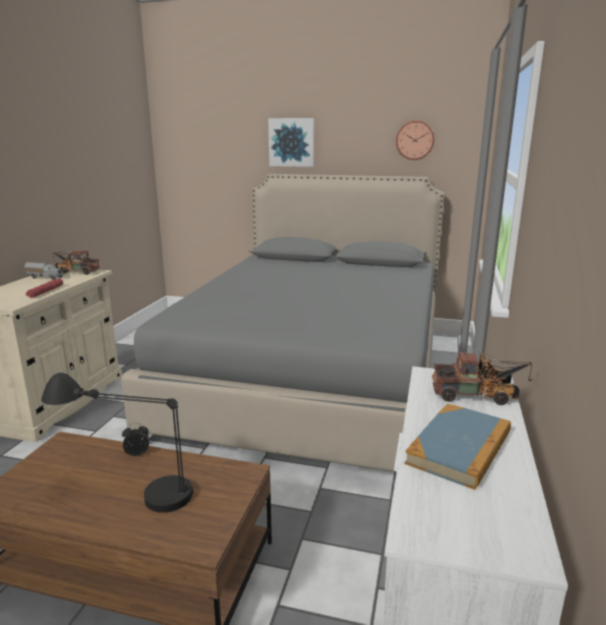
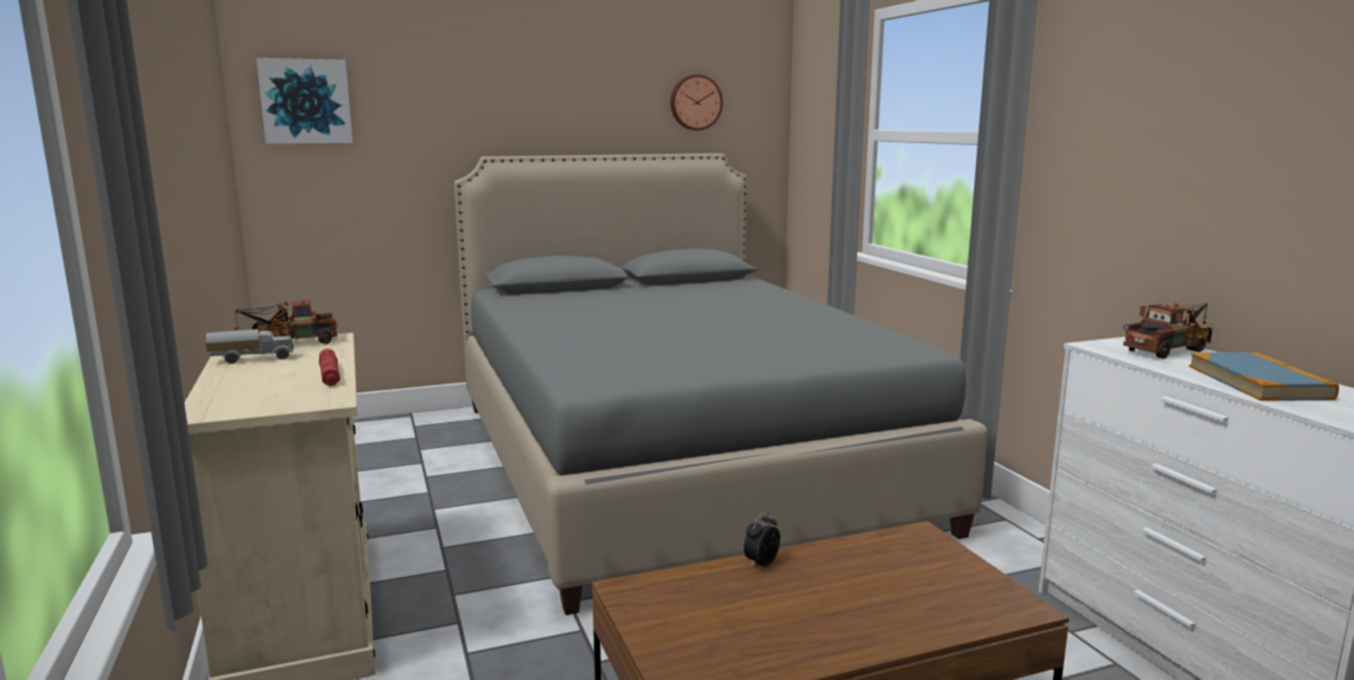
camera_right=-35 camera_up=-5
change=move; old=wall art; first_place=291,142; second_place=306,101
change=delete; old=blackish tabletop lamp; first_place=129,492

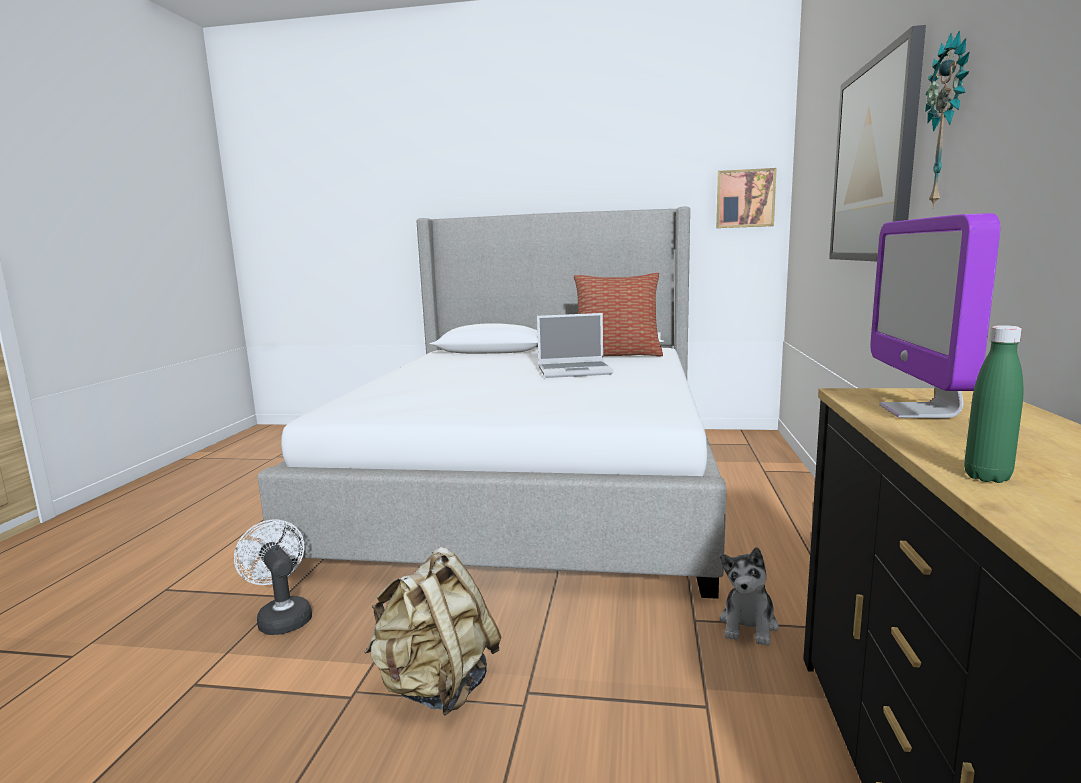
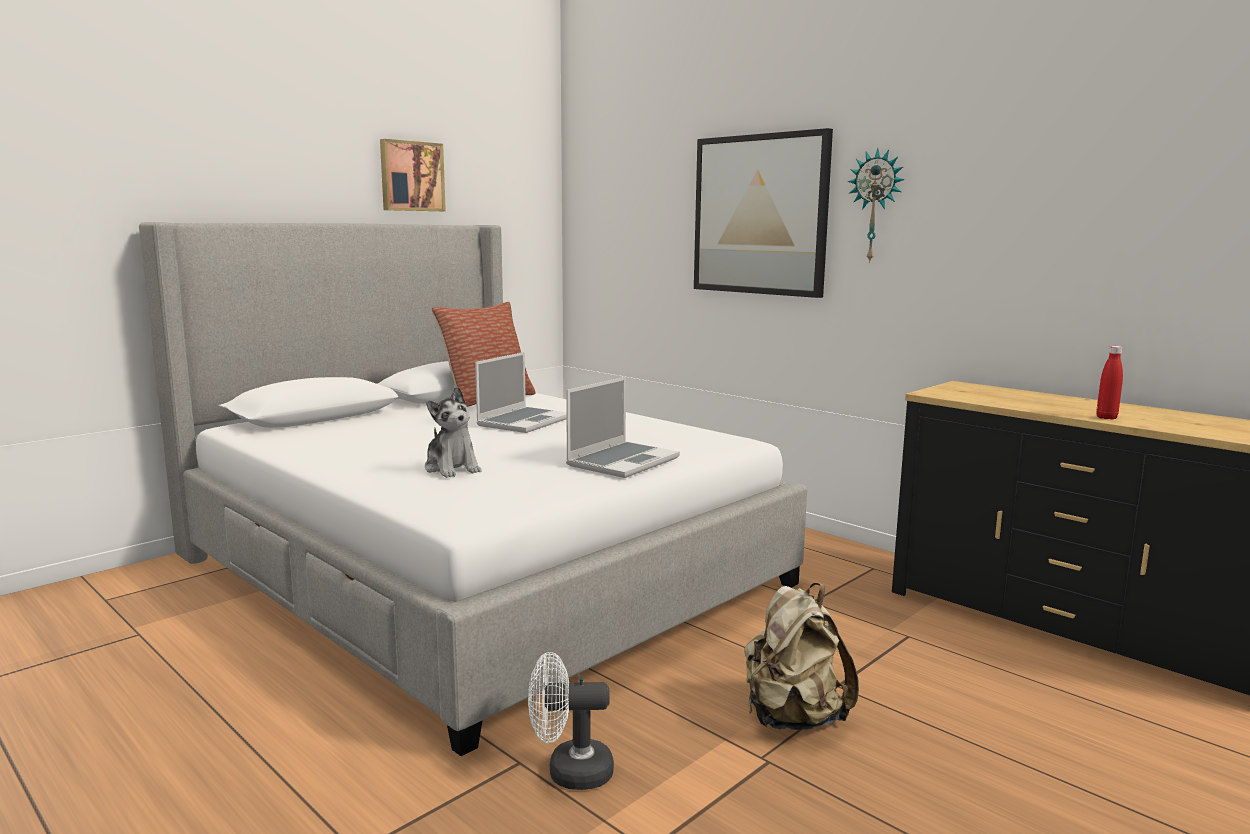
camera_right=-55 camera_up=0
change=move; old=wall art; first_place=745,198; second_place=411,176
change=delete; old=computer screen; first_place=918,412
change=recolor; old=greenish drink bottle; new=red drink bottle; first_place=987,477; second_place=1106,418
change=move; old=soft toy; first_place=748,625; second_place=452,468
change=insert; new=portable computer; second_place=623,461

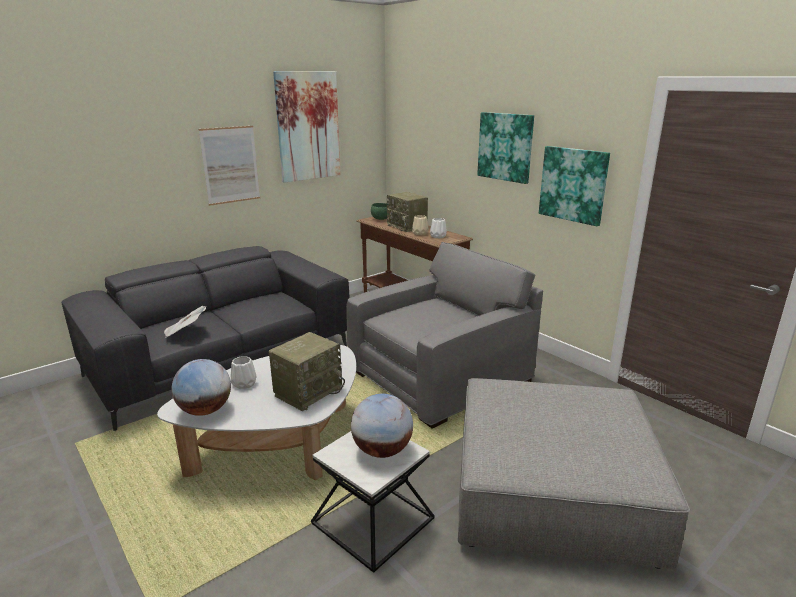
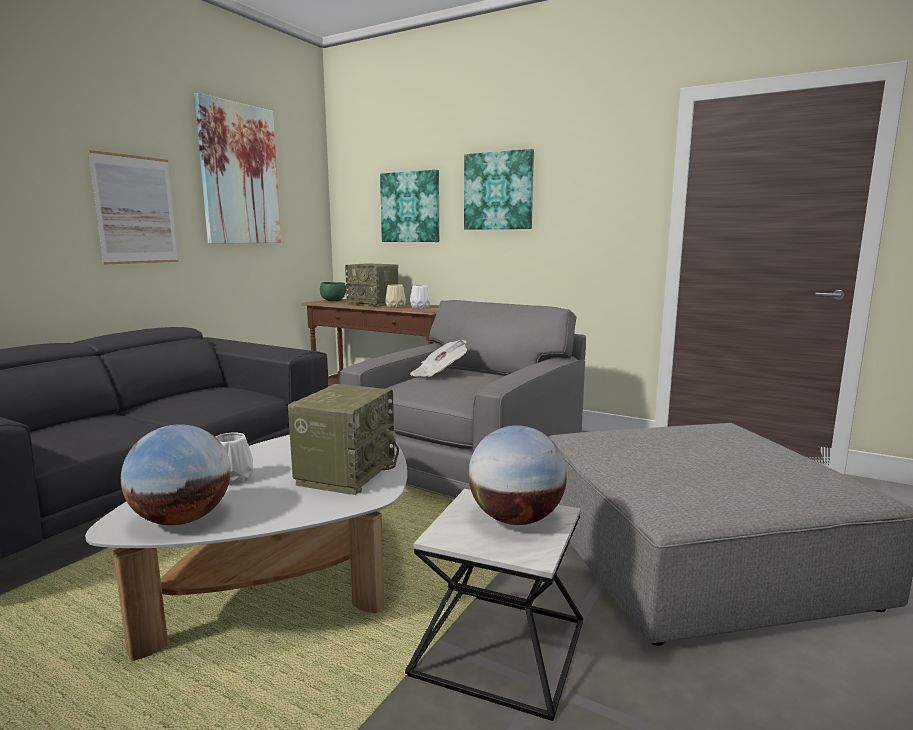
camera_right=-20 camera_up=-10
change=move; old=wall art; first_place=573,184; second_place=410,207
change=move; old=newspaper; first_place=185,332; second_place=439,374

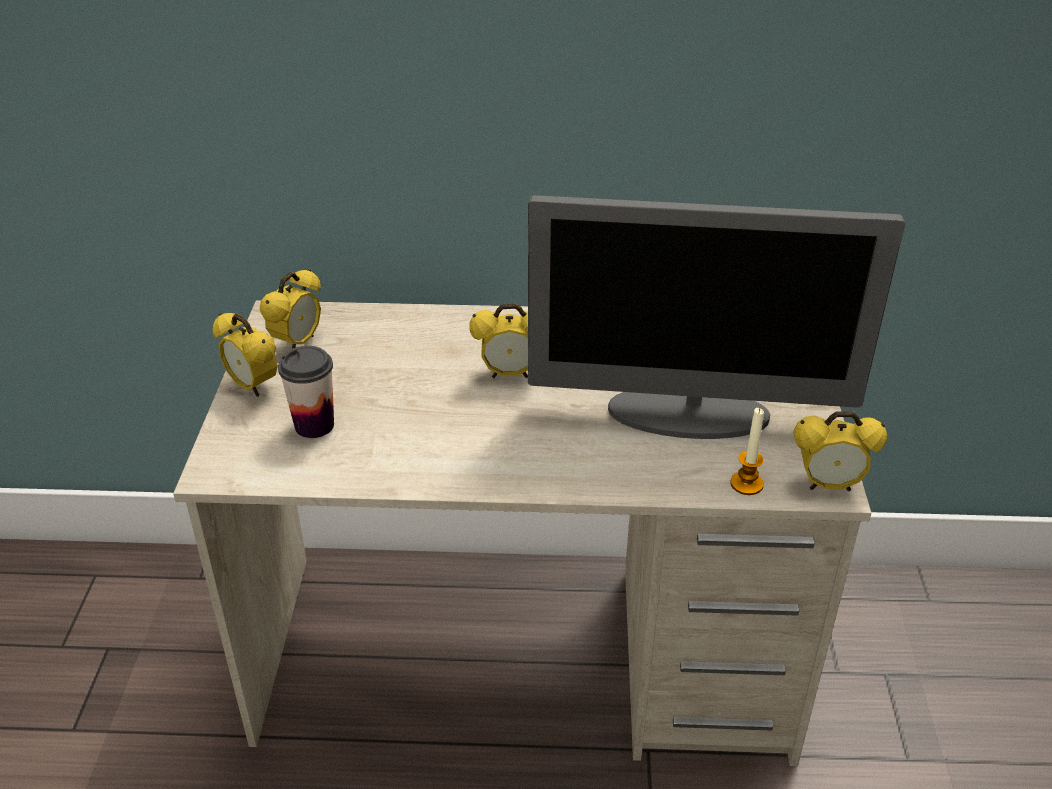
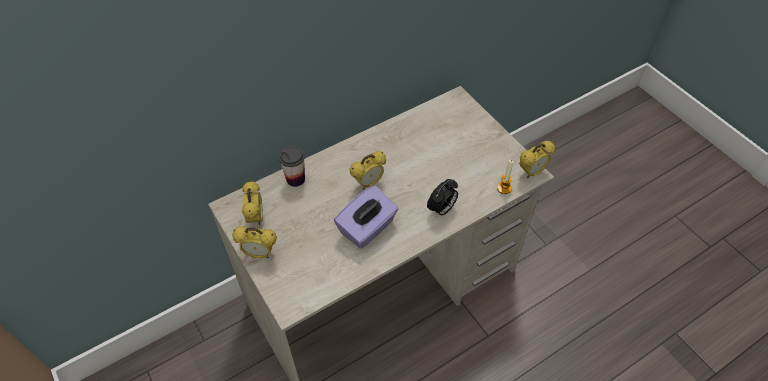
camera_right=-35 camera_up=15
change=delete; old=computer screen; first_place=689,414
change=move; old=cup; first_place=314,425; second_place=295,179
change=insert; new=alarm clock; second_place=441,209
change=insert; new=purple-coloured tissue holder; second_place=367,228

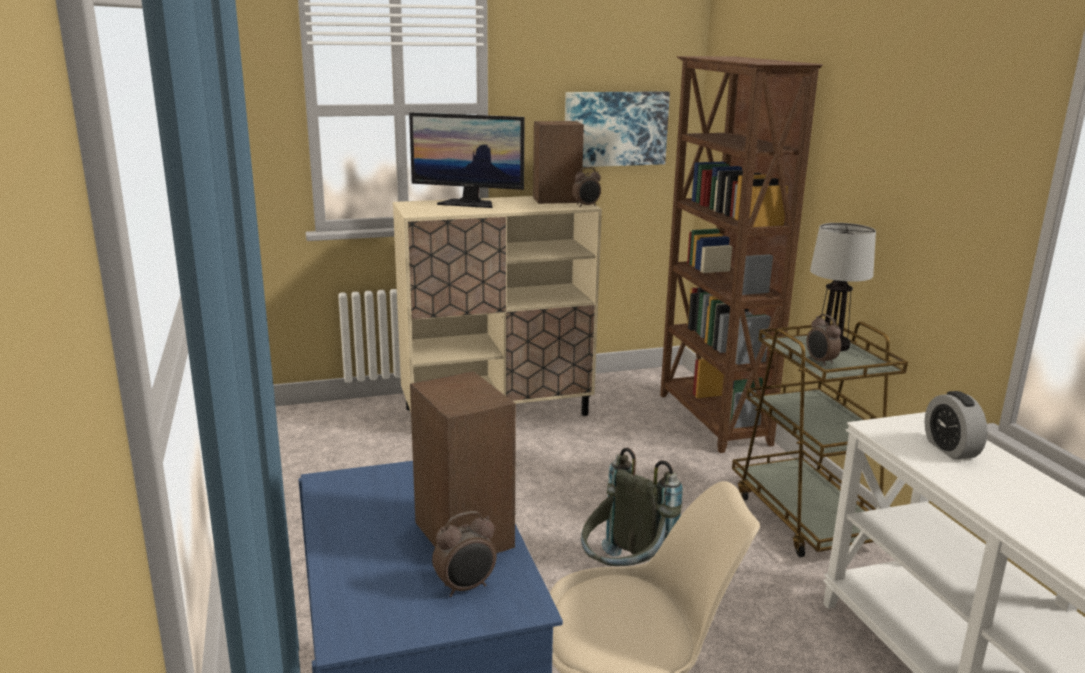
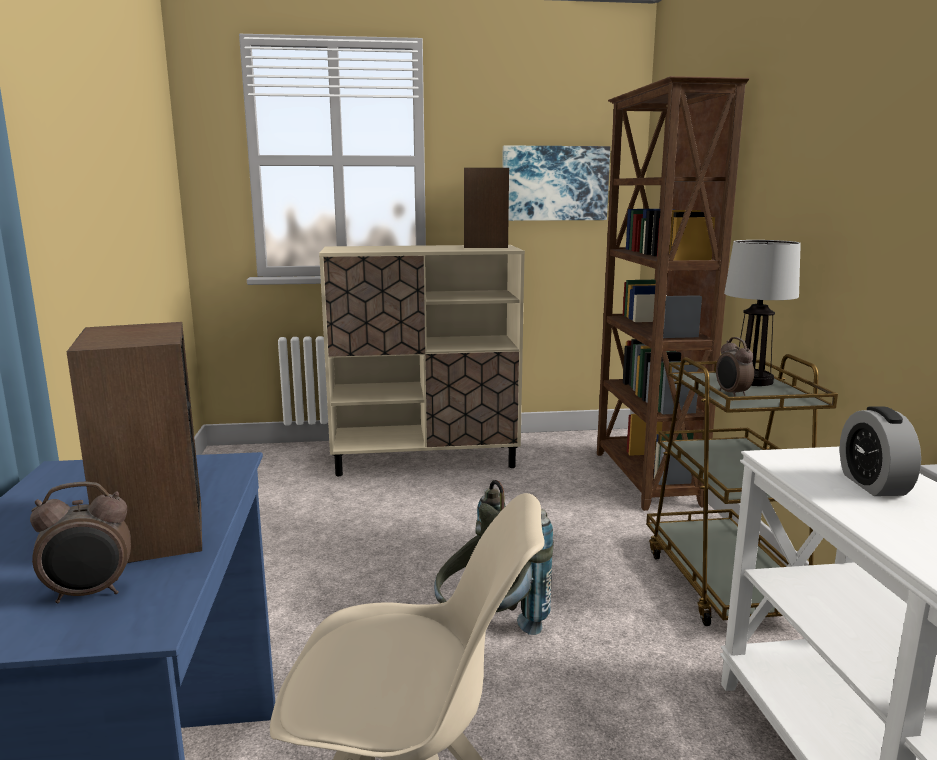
camera_right=10 camera_up=-5
change=delete; old=computer screen; first_place=468,203
change=delete; old=alarm clock; first_place=586,206

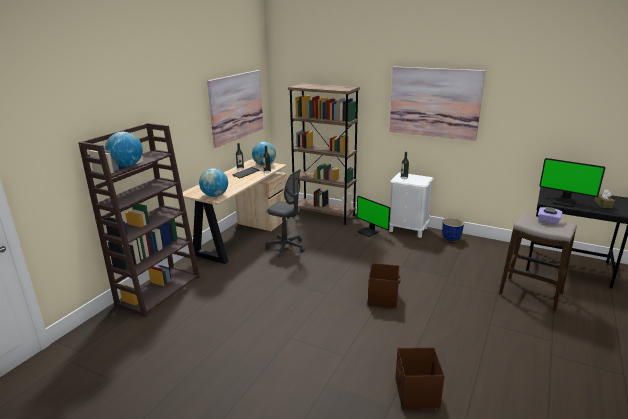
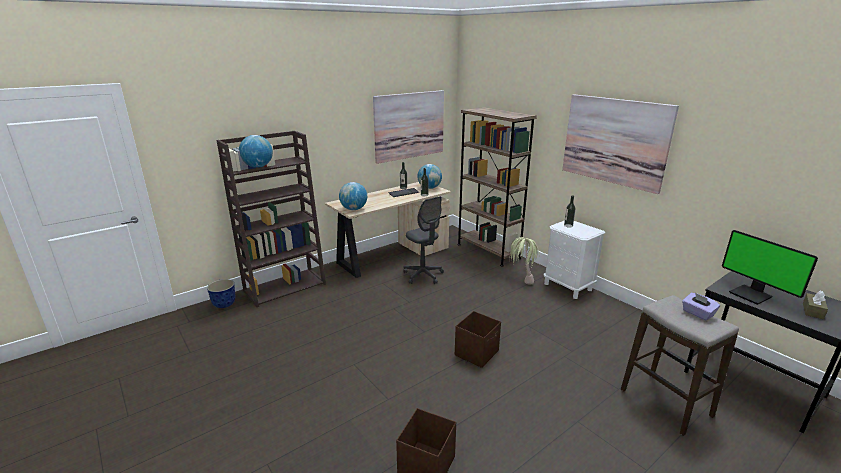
camera_right=25 camera_up=0
change=replace; old=computer screen; new=potted plant; first_place=369,232; second_place=521,279
change=move; old=planter; first_place=451,238; second_place=224,304

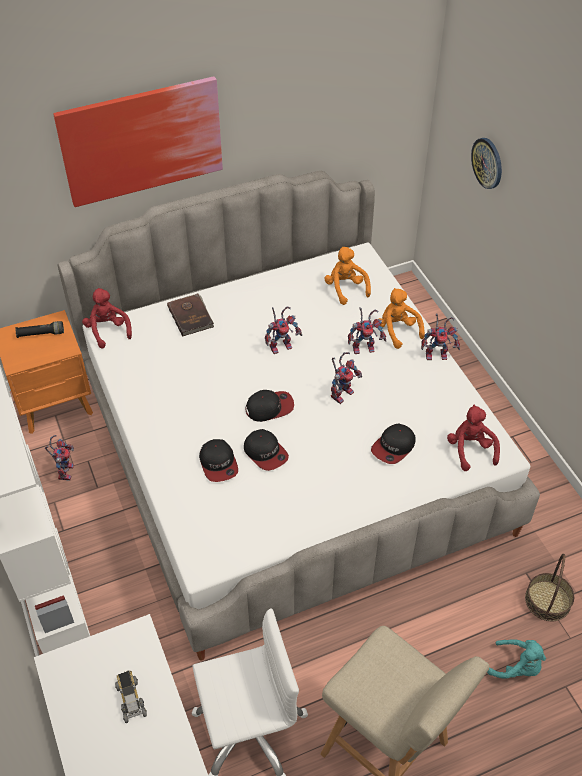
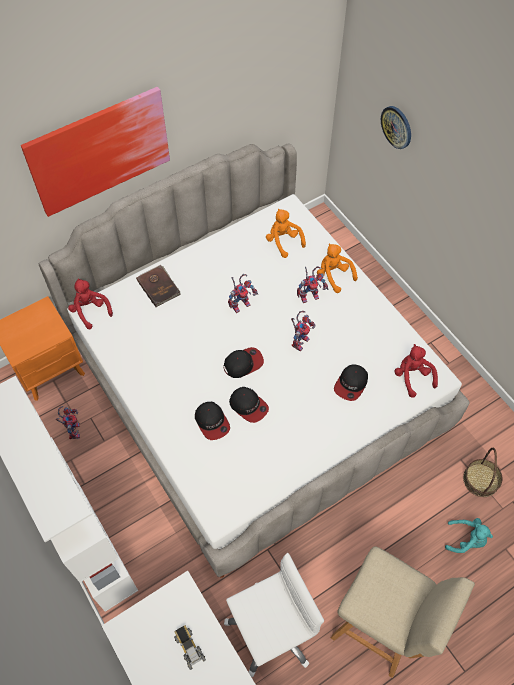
camera_right=-10 camera_up=10
change=delete; old=model robot; first_place=438,353
change=delete; old=blackish hand torch; first_place=41,334

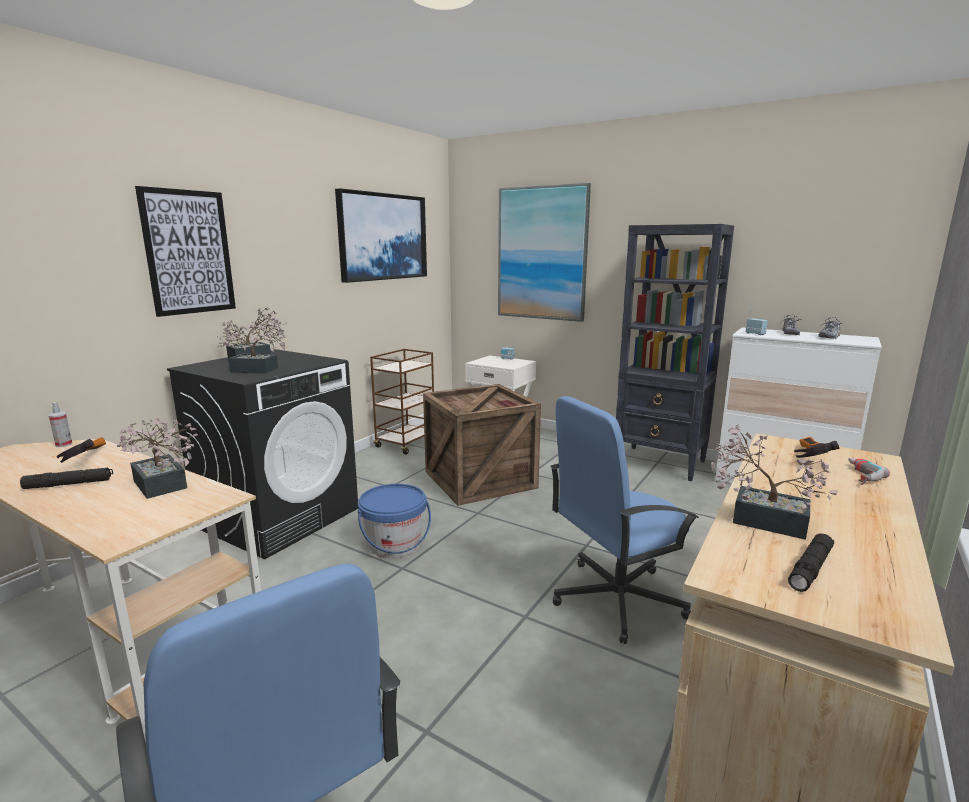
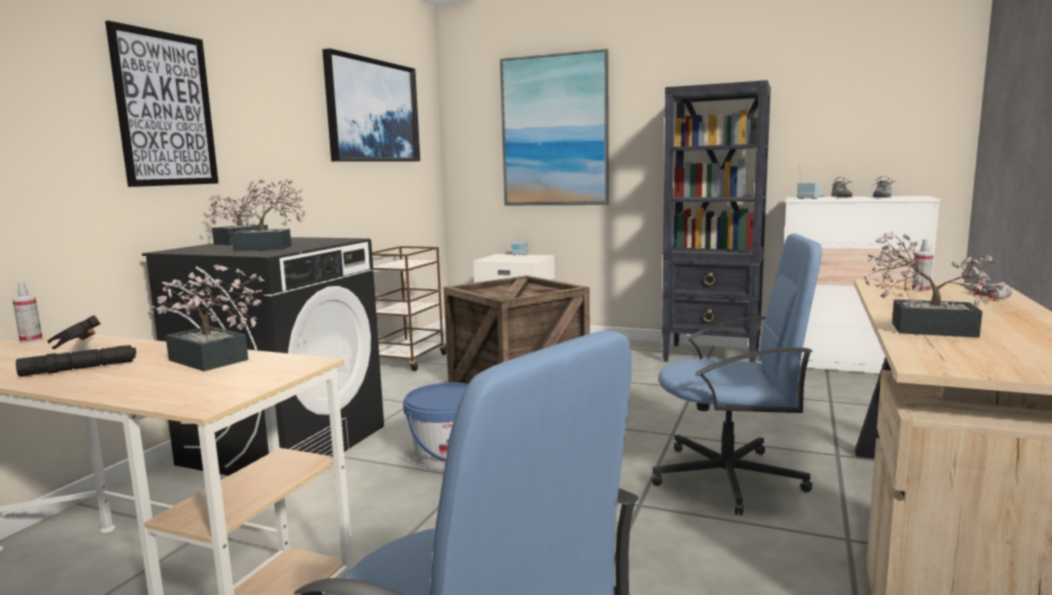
camera_right=-10 camera_up=-5
change=rotate; old=bluish desk chair; first_place=615,598; second_place=730,478; degrees=-135
change=replace; old=tool hammer; new=spray bottle; first_place=806,457; second_place=920,290
change=delete; old=blackish hand torch; first_place=810,568

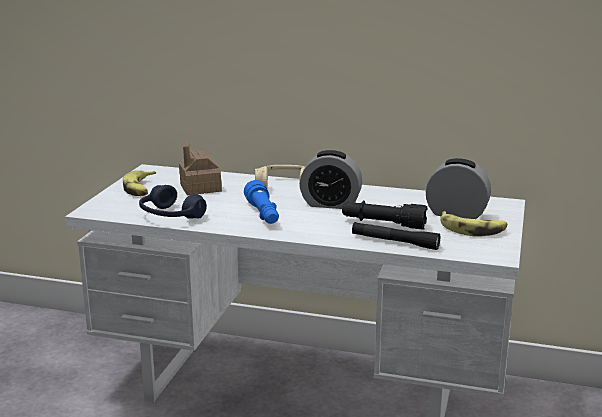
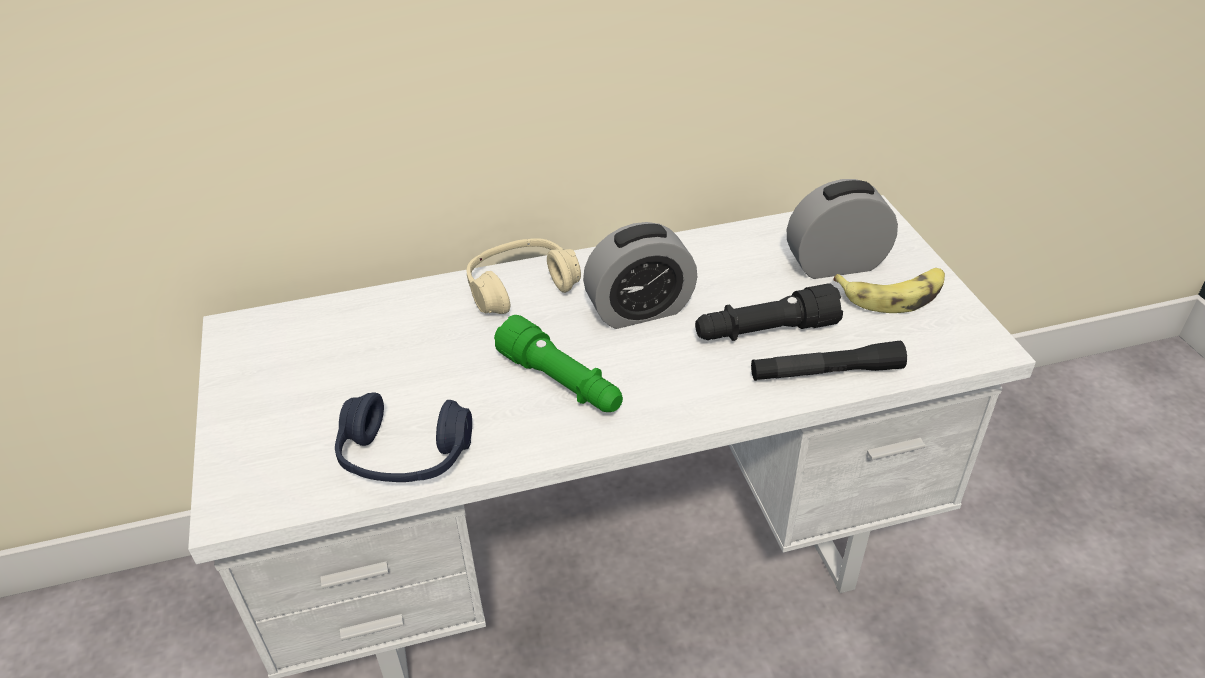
camera_right=-30 camera_up=20
change=delete; old=model house; first_place=200,188
change=delete; old=banana fruit; first_place=141,189
change=recolor; old=bluish hand torch; new=greenish hand torch; first_place=263,214; second_place=561,382

